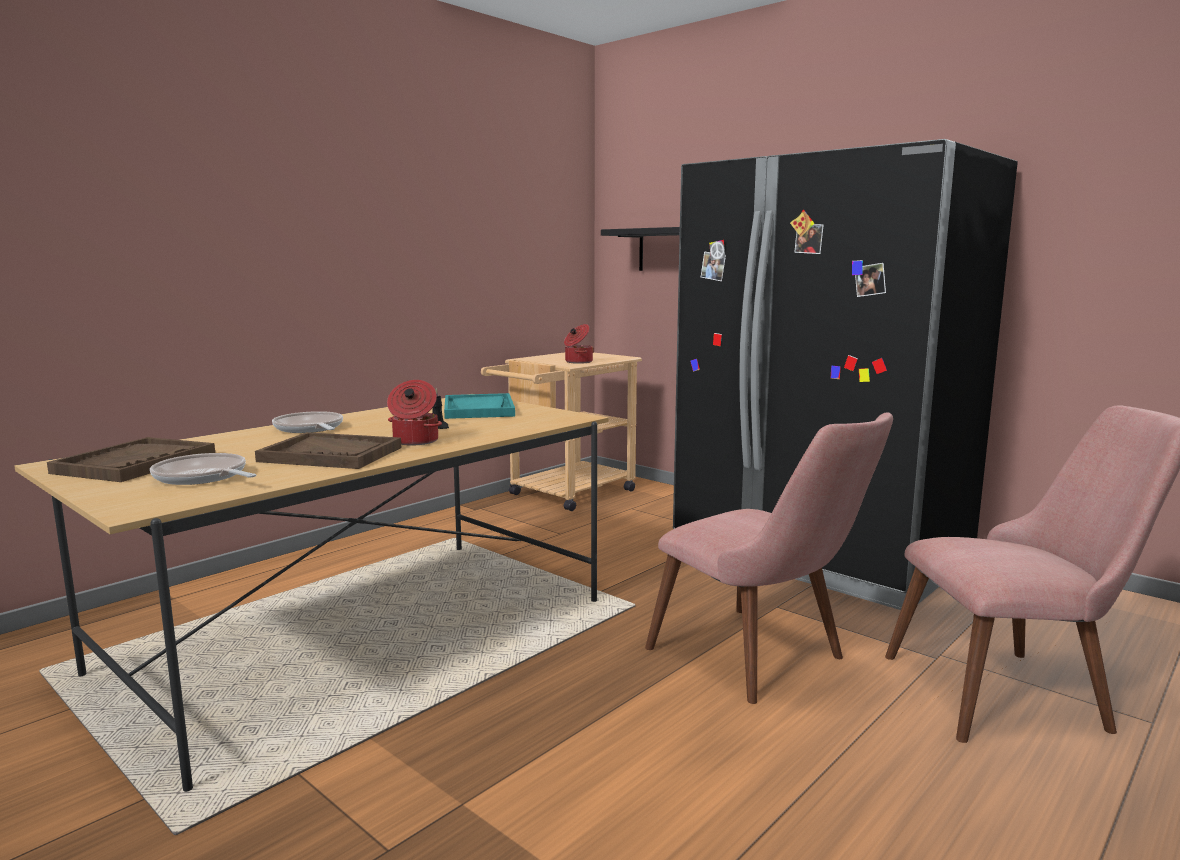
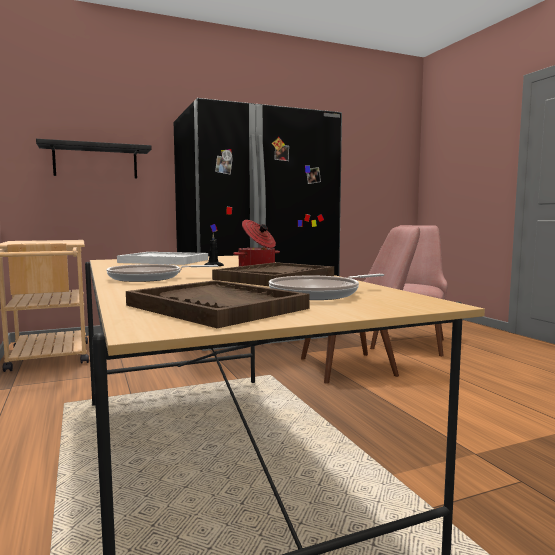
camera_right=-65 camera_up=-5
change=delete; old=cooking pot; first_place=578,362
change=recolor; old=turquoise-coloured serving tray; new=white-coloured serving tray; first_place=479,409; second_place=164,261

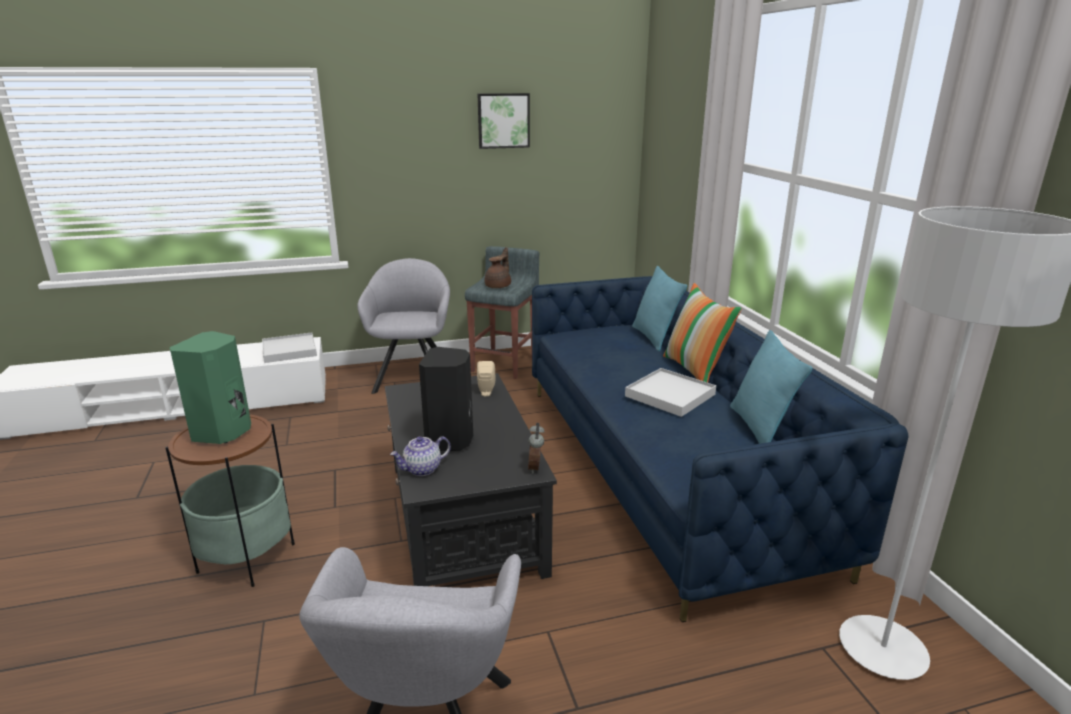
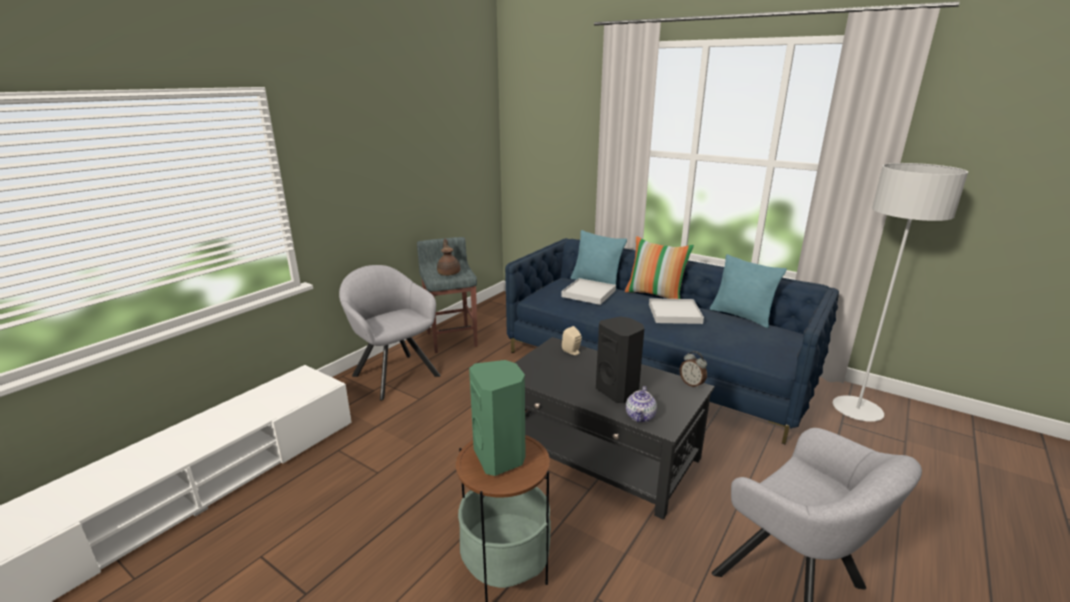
camera_right=-40 camera_up=0
change=delete; old=wall art; first_place=503,120
change=move; old=white-coloured serving tray; first_place=289,350; second_place=588,293

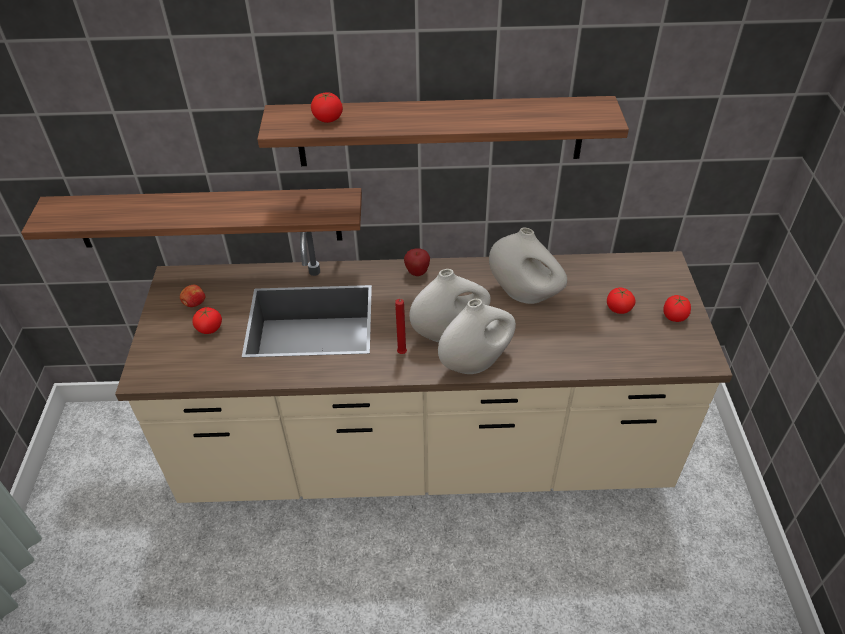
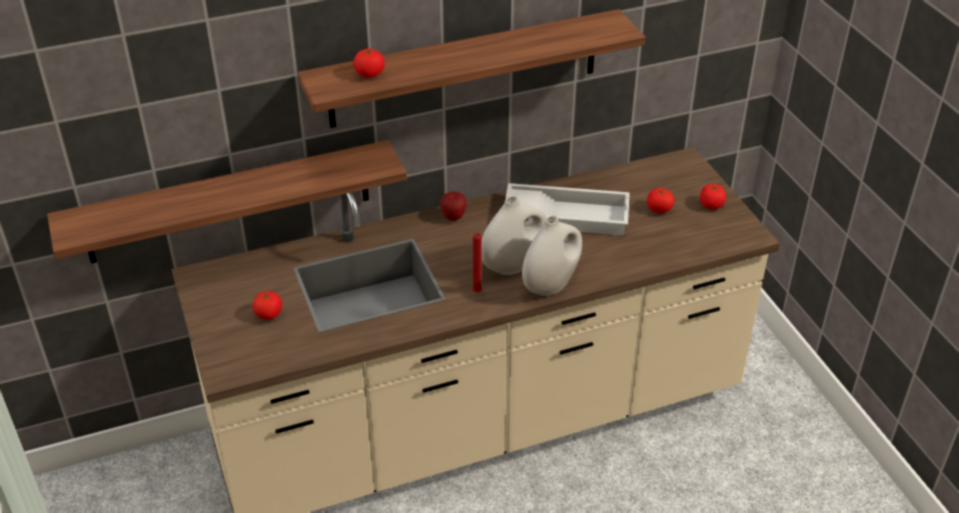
camera_right=-20 camera_up=-5
change=replace; old=white-coloured flower vase; new=white-coloured serving tray; first_place=524,294; second_place=567,215
change=delete; old=whole apple; first_place=194,304

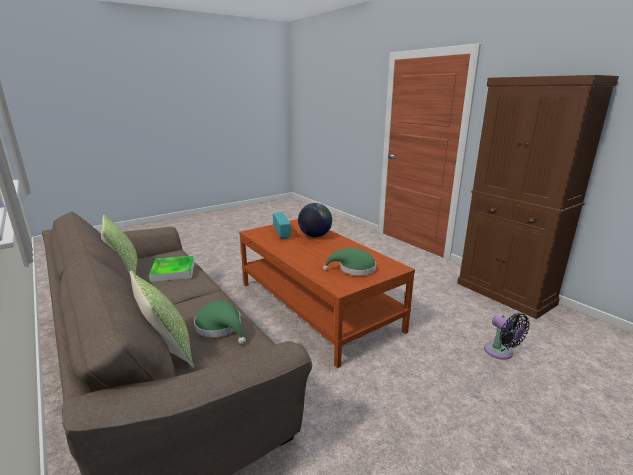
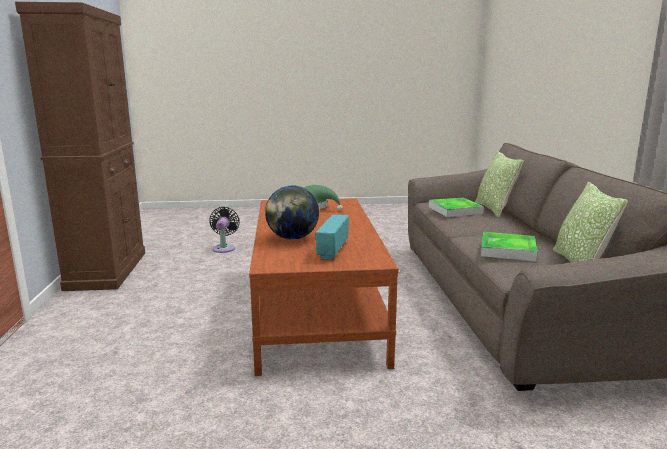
camera_right=-150 camera_up=-5
change=replace; old=greenish clothing hat; new=serving tray; first_place=221,327; second_place=455,210

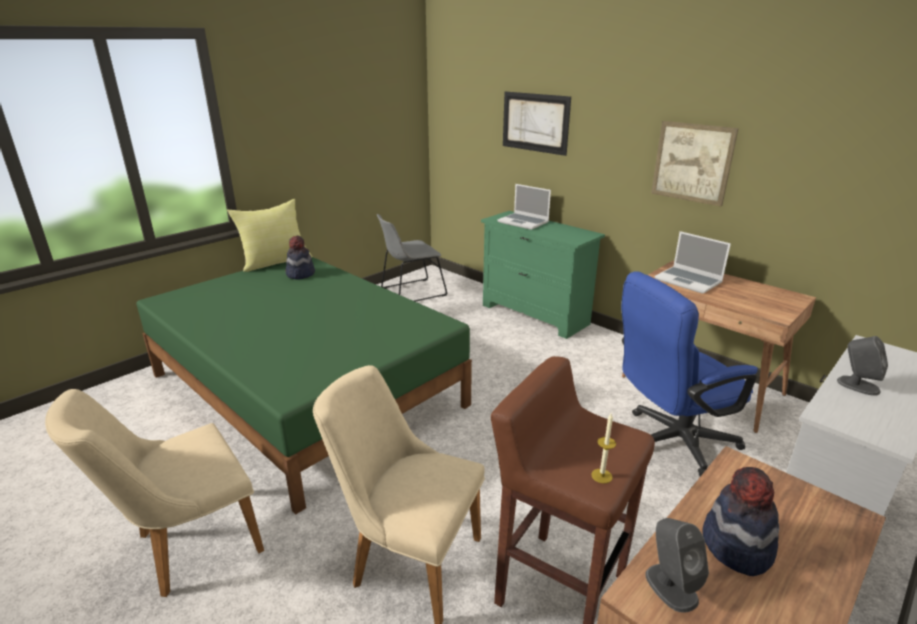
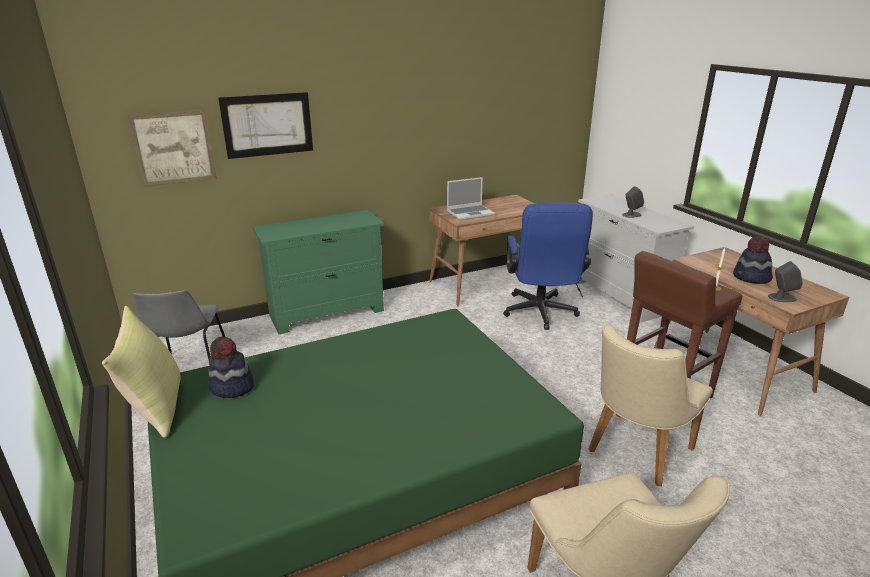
camera_right=-70 camera_up=0
change=move; old=wall art; first_place=692,162; second_place=174,148
change=delete; old=portable computer; first_place=524,222

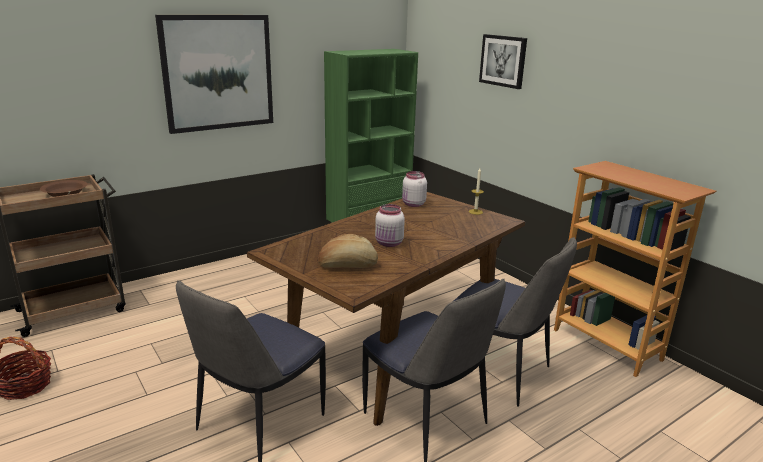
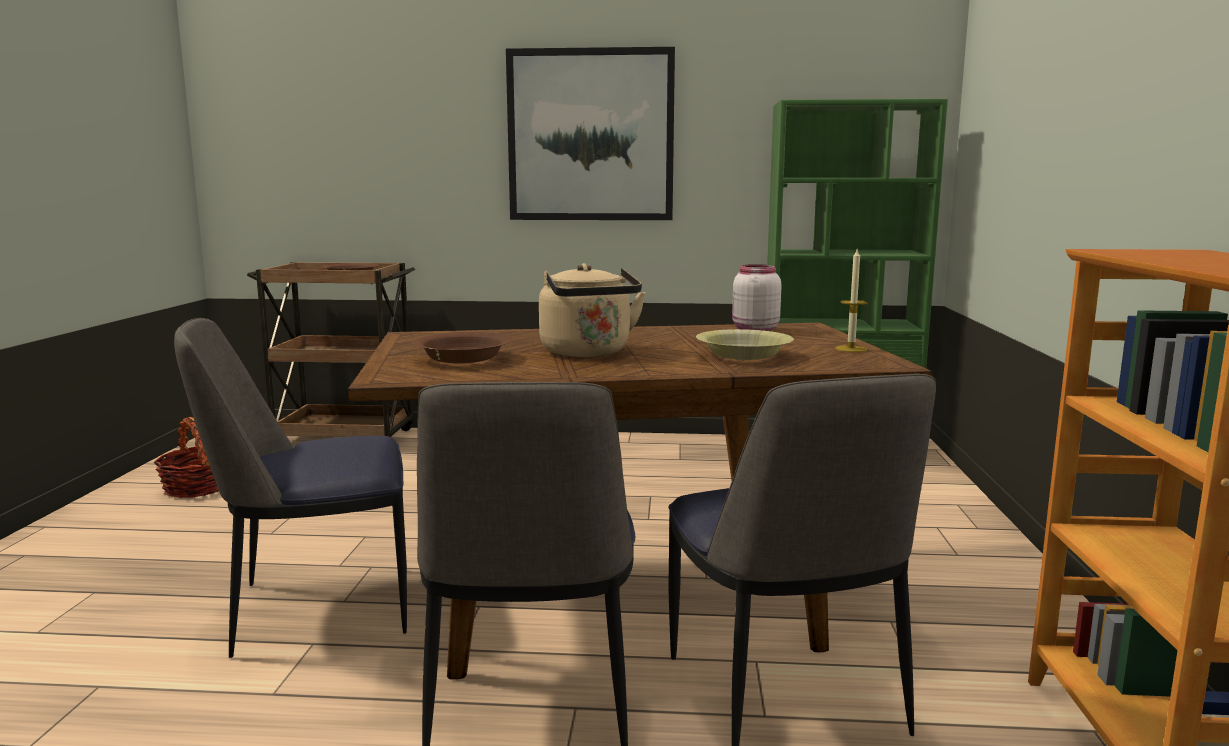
camera_right=40 camera_up=-10
change=delete; old=wall art; first_place=503,61
change=replace; old=white-coloured jar; new=beige-coloured tea kettle; first_place=389,243; second_place=588,353
change=replace; old=bakery bread; new=brown deep dish; first_place=348,265; second_place=463,359
change=insert; new=yellow deep dish; second_place=744,355

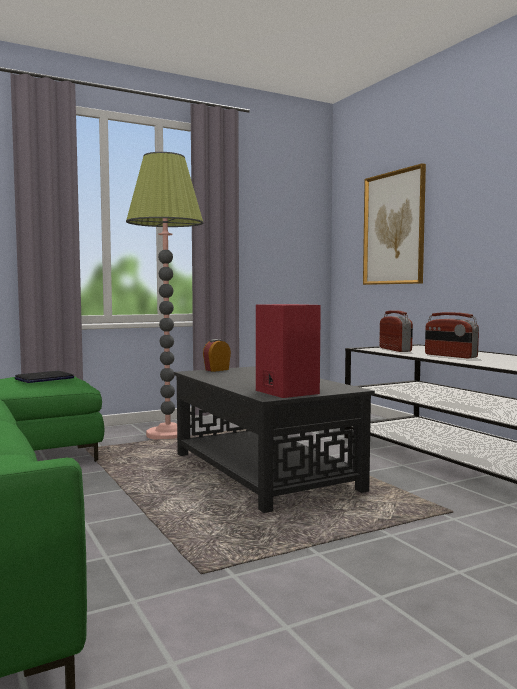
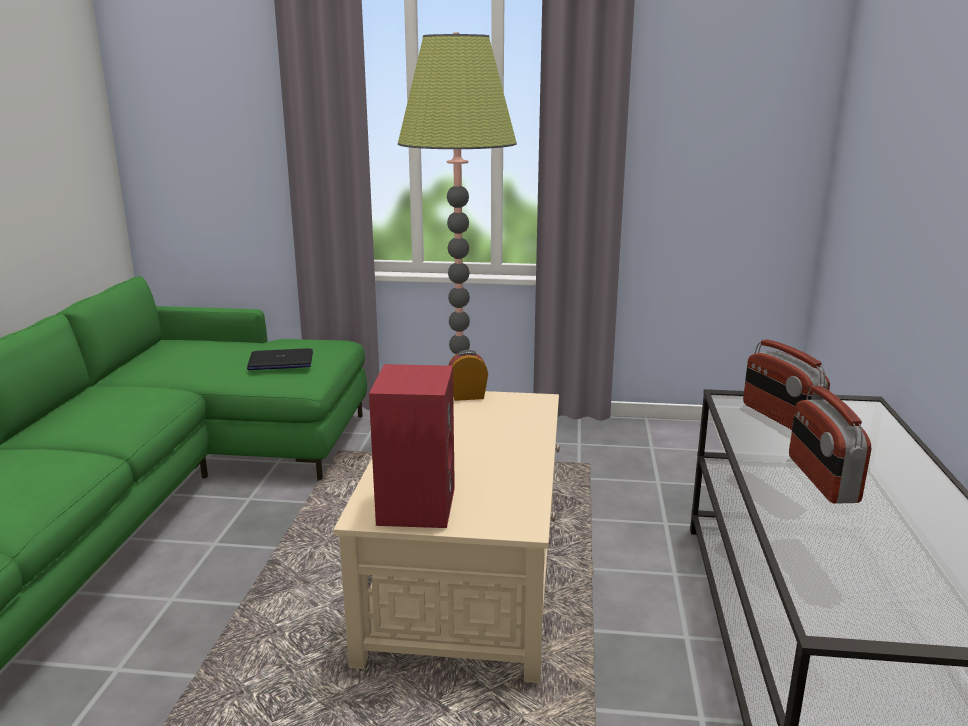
camera_right=35 camera_up=15
change=delete; old=wall art; first_place=394,228
change=rotate; old=radio set; first_place=395,349; second_place=780,418; degrees=135
change=recolor; old=blackish coffee table; new=beige-coloured coffee table; first_place=263,471; second_place=467,573

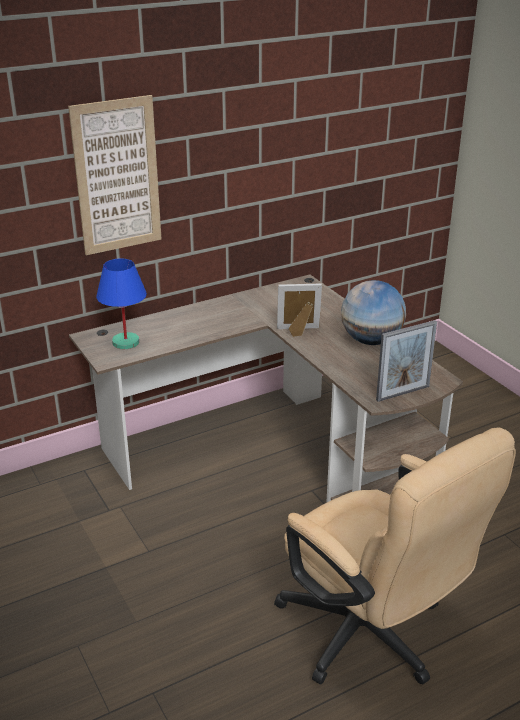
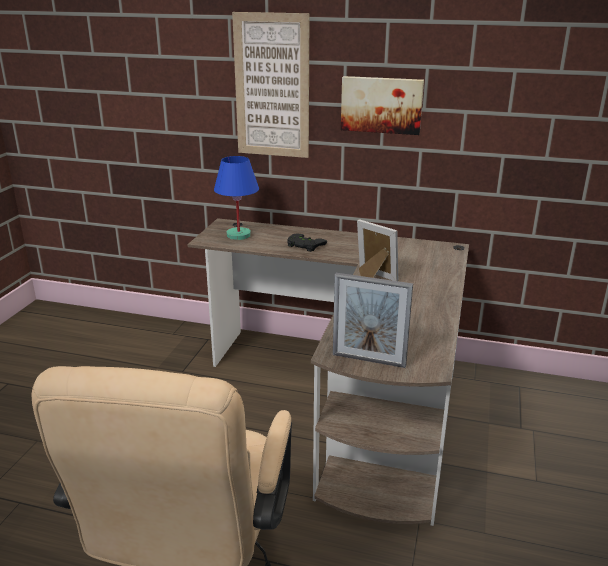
camera_right=45 camera_up=-5
change=delete; old=globe; first_place=371,341
change=insert; new=wall art; second_place=381,104
change=insert; new=blackish game controller; second_place=304,245

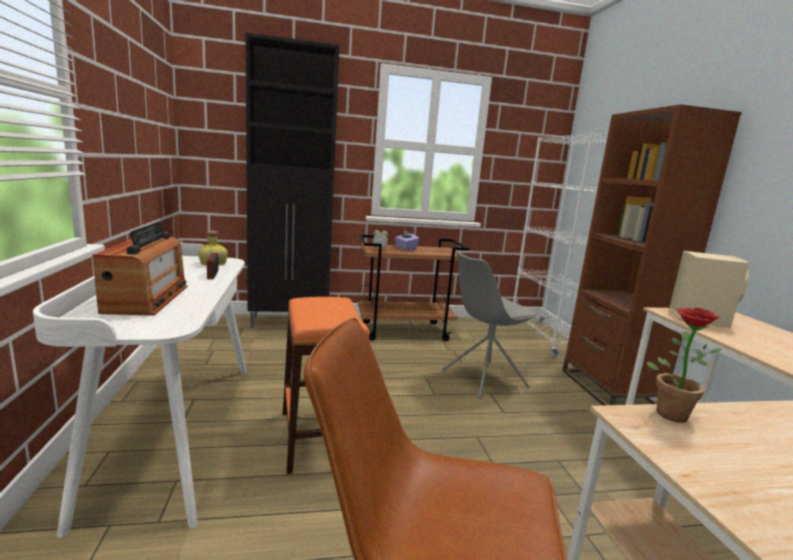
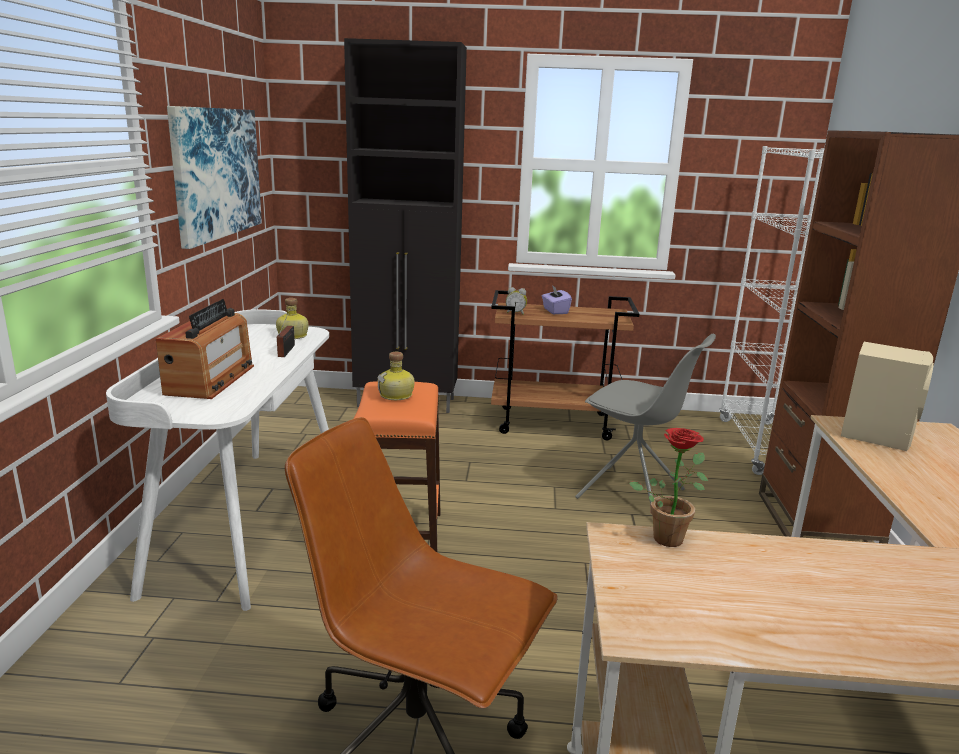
camera_right=15 camera_up=5
change=rotate; old=grey chair; first_place=483,379; second_place=632,495; degrees=-135
change=insert; new=wall art; second_place=216,173
change=insert; new=drink bottle; second_place=397,395

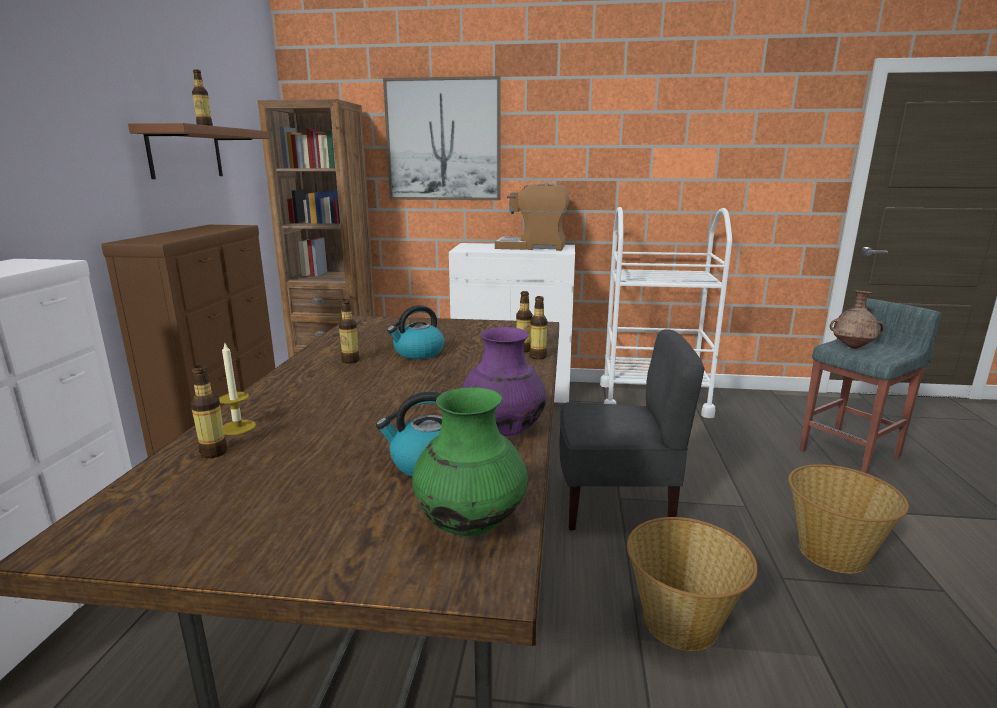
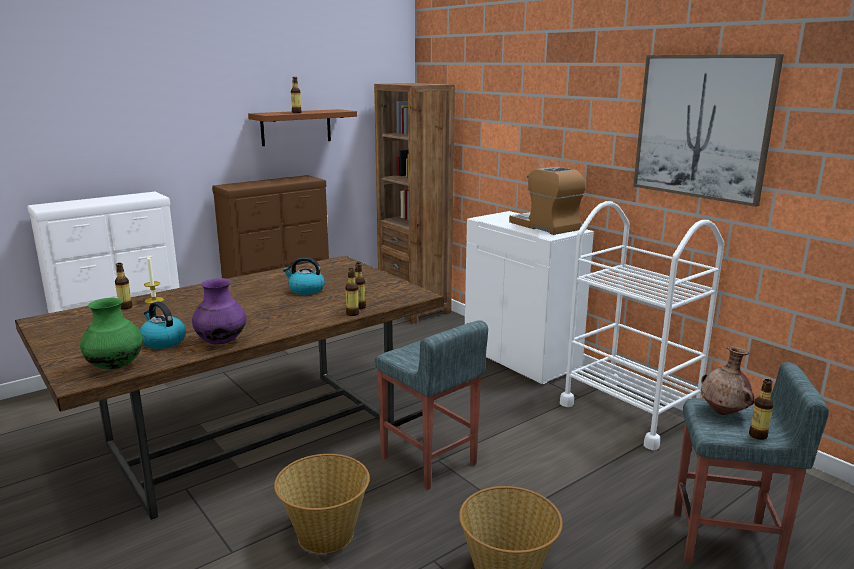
camera_right=45 camera_up=0
change=move; old=wall art; first_place=443,140; second_place=702,127
change=move; old=drink bottle; first_place=350,360; second_place=758,435
change=replace; old=grey chair; new=grey stool seat; first_place=616,503; second_place=429,461

